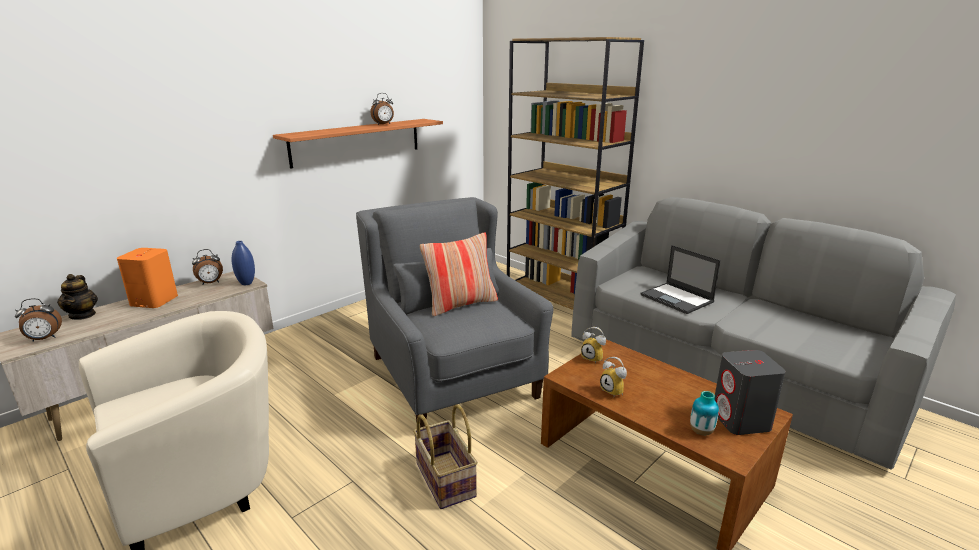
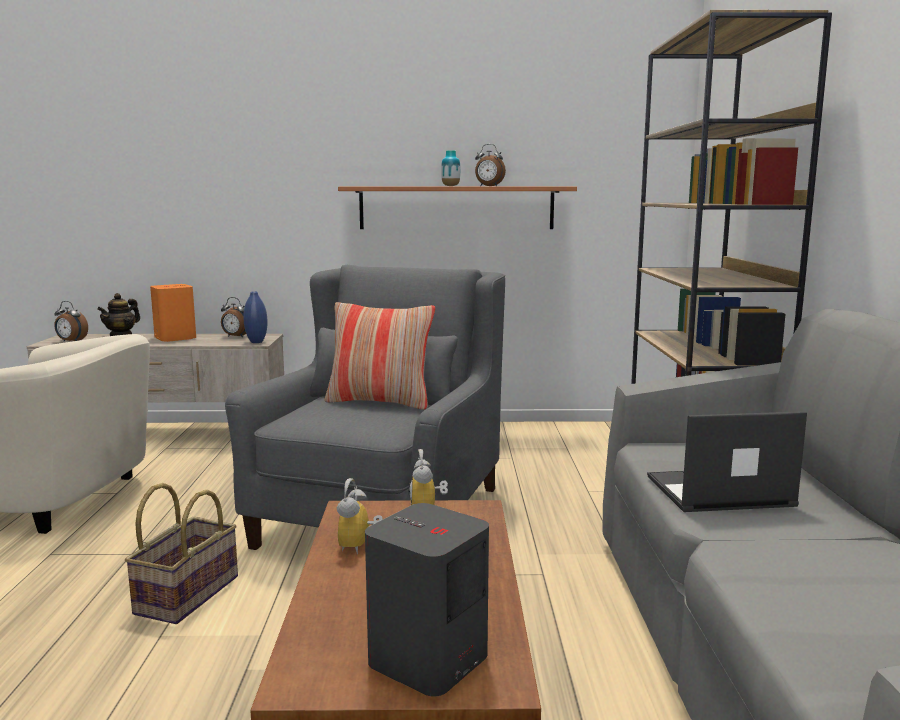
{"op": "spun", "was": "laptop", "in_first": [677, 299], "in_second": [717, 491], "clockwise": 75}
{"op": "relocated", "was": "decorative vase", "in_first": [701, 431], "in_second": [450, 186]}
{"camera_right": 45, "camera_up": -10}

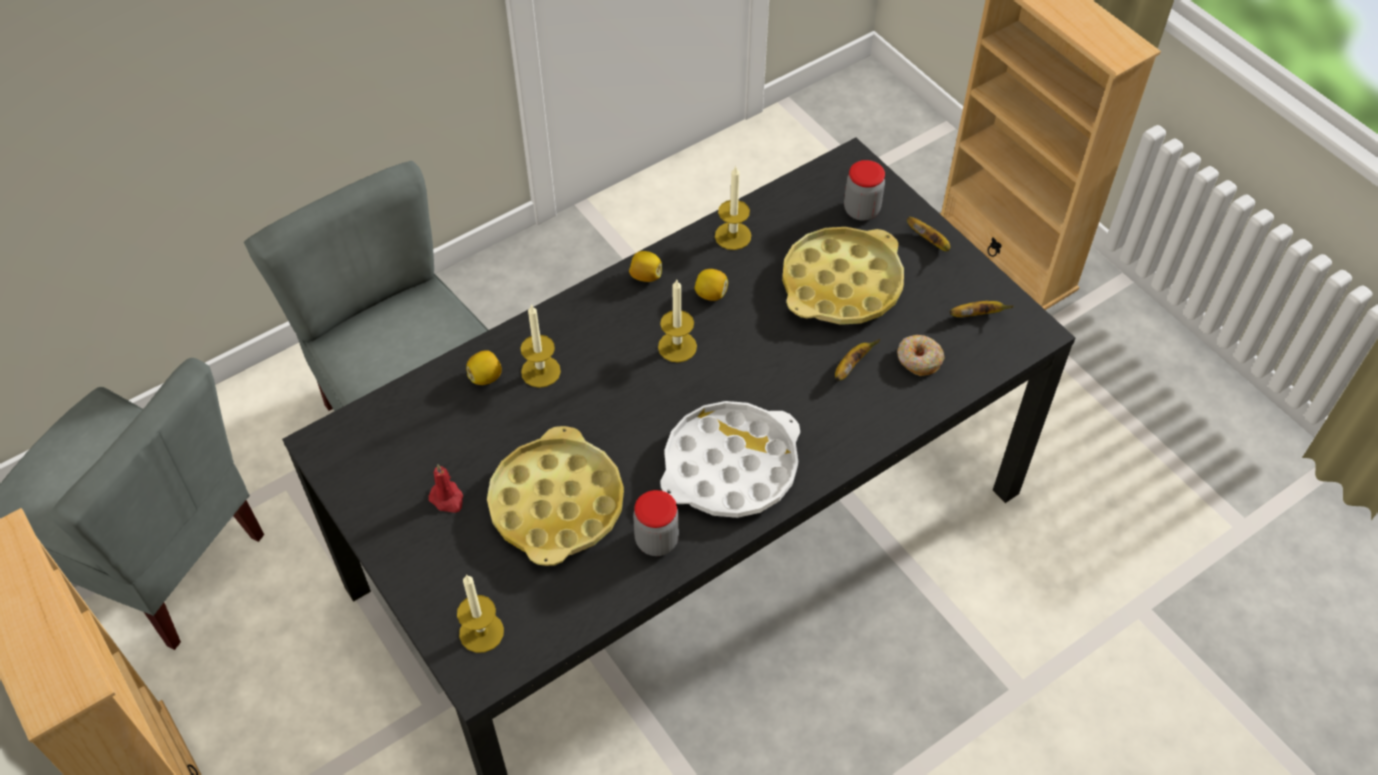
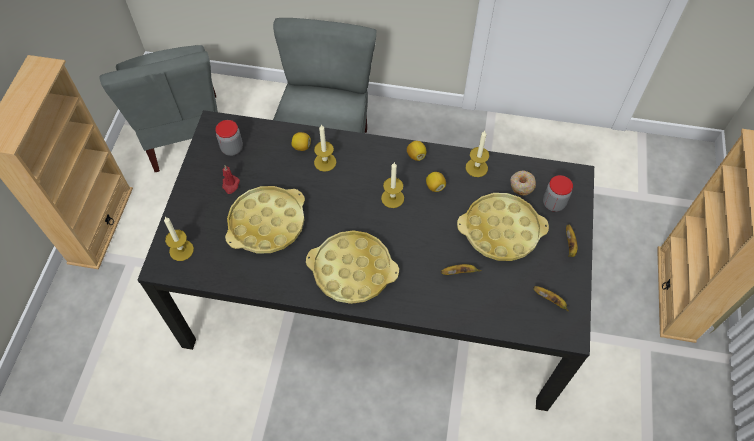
{"op": "relocated", "was": "jar", "in_first": [656, 540], "in_second": [232, 148]}
{"op": "colour", "was": "tray/white-coloured", "now": "tray/yellowish", "in_first": [730, 466], "in_second": [352, 270]}
{"op": "relocated", "was": "donut", "in_first": [918, 360], "in_second": [521, 185]}
{"camera_right": 45, "camera_up": 5}

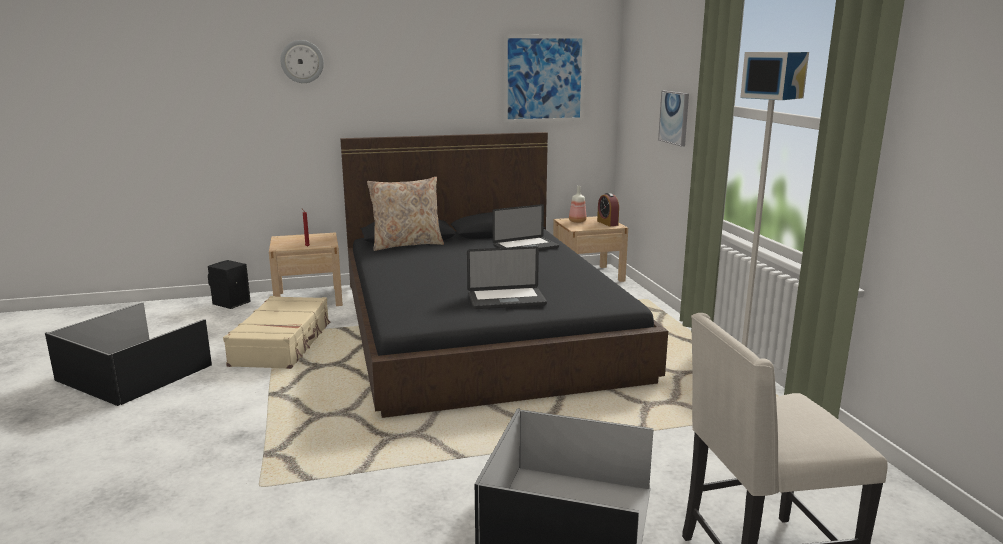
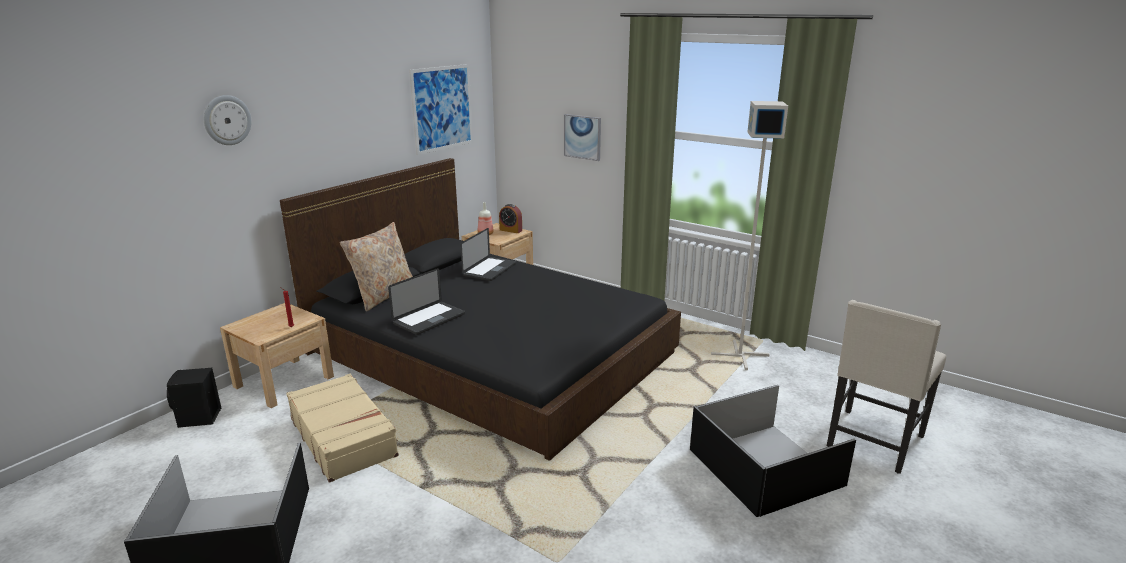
{"op": "relocated", "was": "laptop", "in_first": [506, 300], "in_second": [429, 319]}
{"camera_right": -40, "camera_up": 5}

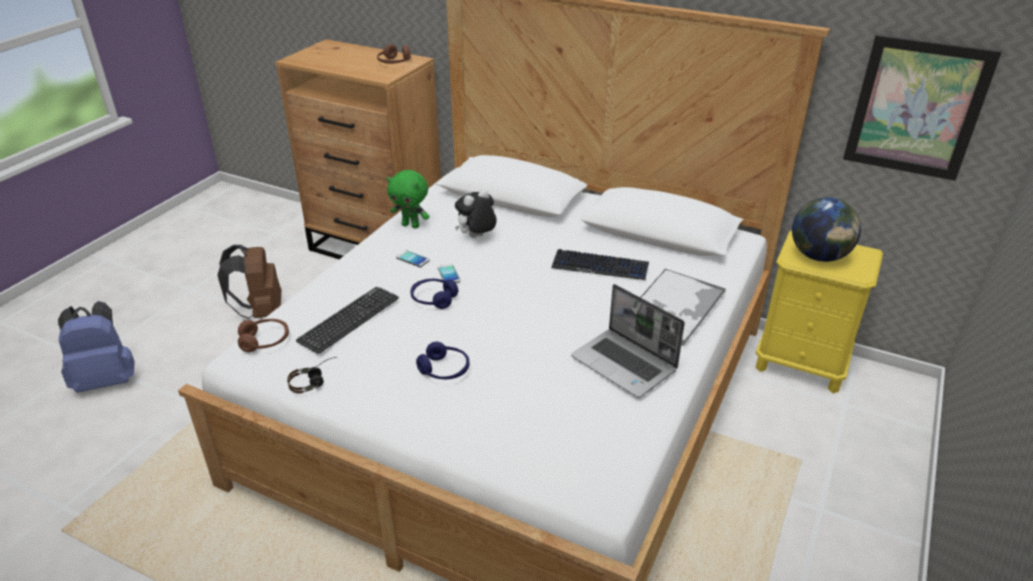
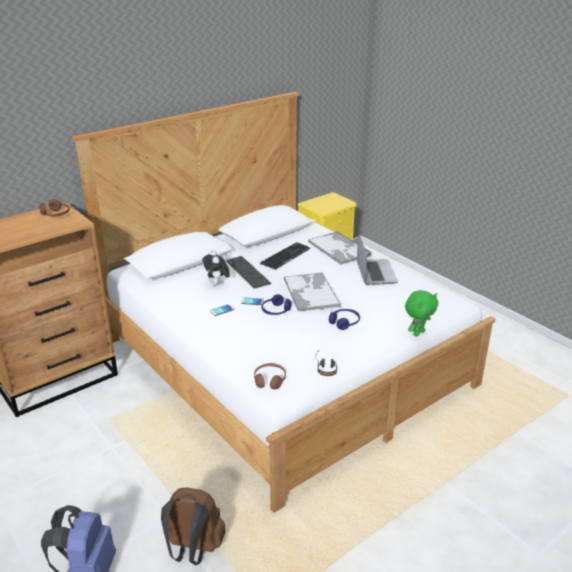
{"op": "relocated", "was": "rucksack/brown", "in_first": [261, 312], "in_second": [193, 550]}
{"op": "relocated", "was": "computer keyboard", "in_first": [349, 319], "in_second": [248, 272]}
{"op": "relocated", "was": "cuddly toy/greenish", "in_first": [411, 225], "in_second": [418, 333]}
{"op": "spun", "was": "laptop", "in_first": [625, 364], "in_second": [375, 273], "clockwise": -75}
{"op": "missing", "was": "world globe", "in_first": [819, 256]}
{"op": "missing", "was": "wall picture", "in_first": [916, 108]}
{"op": "appeared", "now": "tray", "in_second": [310, 292]}
{"camera_right": -65, "camera_up": -5}

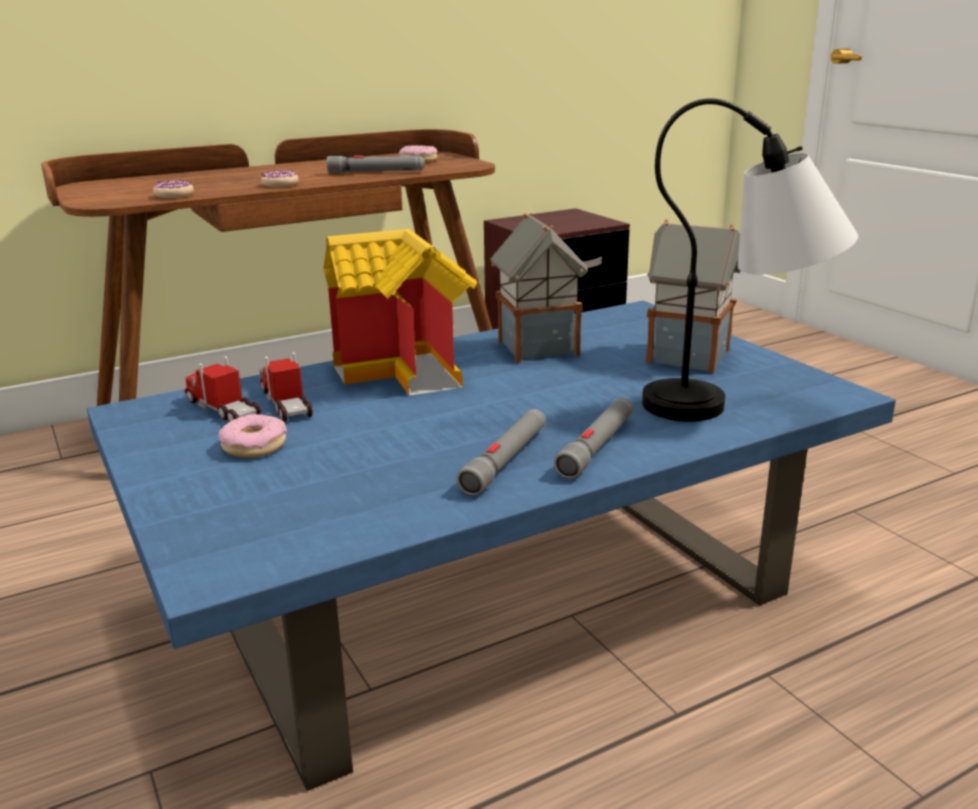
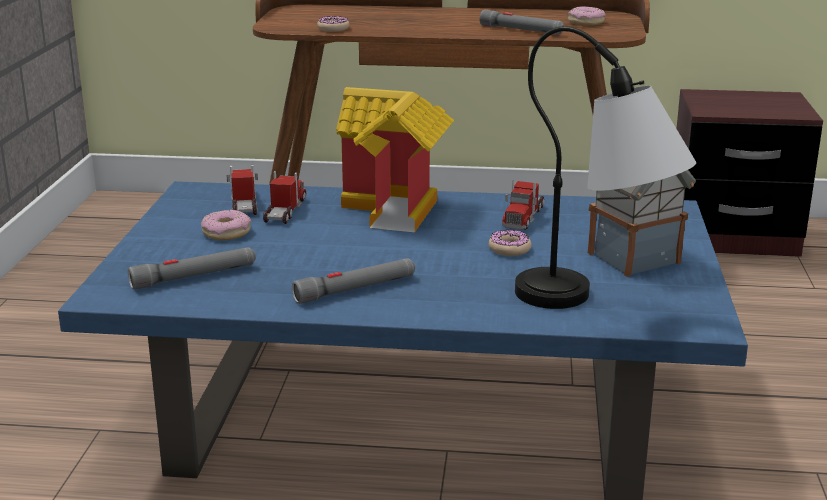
{"op": "relocated", "was": "donut", "in_first": [280, 184], "in_second": [509, 249]}
{"op": "exchanged", "was": "miniature house", "now": "toy truck", "in_first": [537, 347], "in_second": [523, 217]}
{"op": "relocated", "was": "flashlight/grey", "in_first": [597, 446], "in_second": [194, 276]}
{"camera_right": 35, "camera_up": 0}

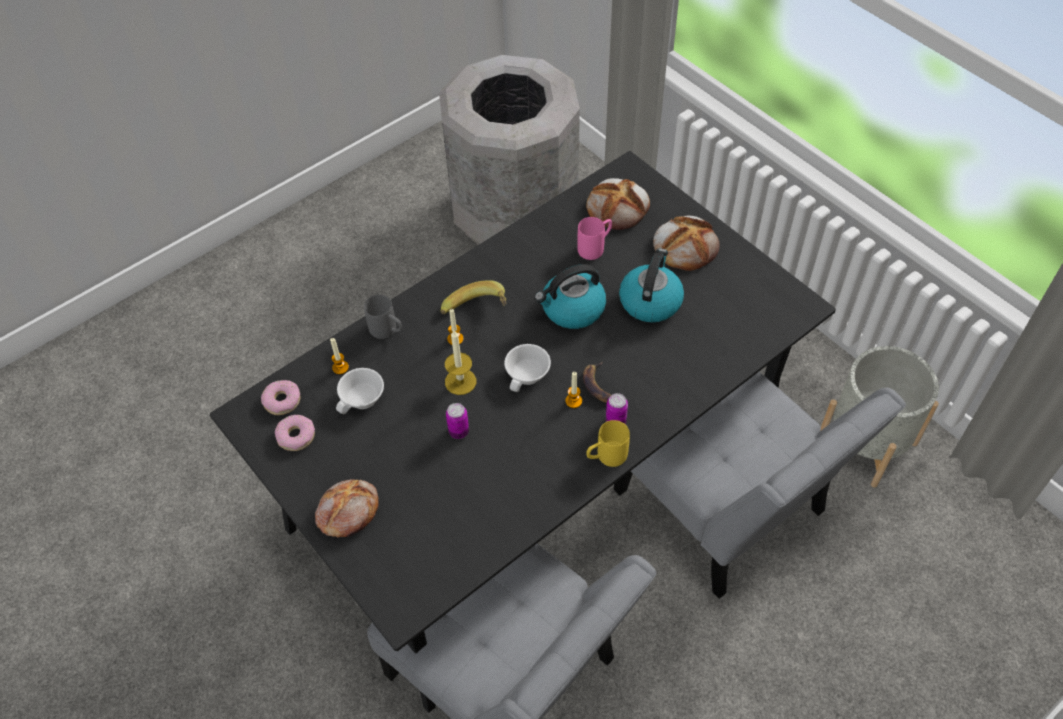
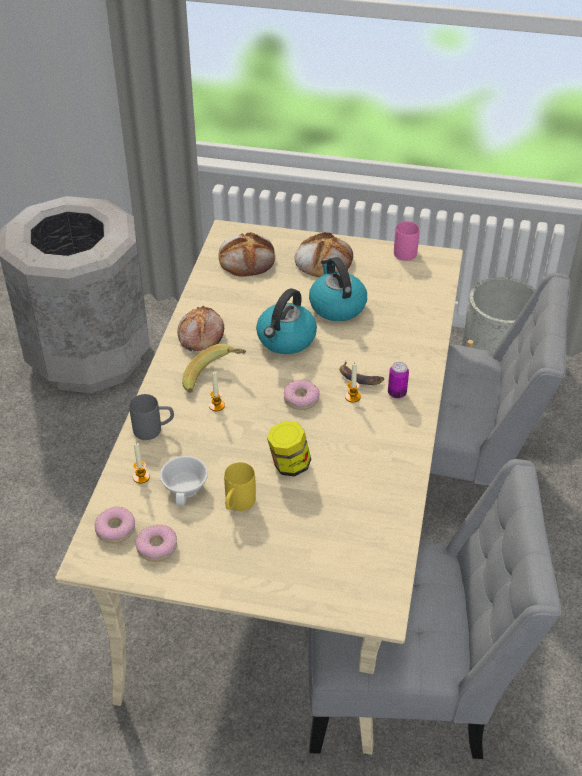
{"op": "colour", "was": "dining table/black-coloured", "now": "dining table/beige", "in_first": [536, 481], "in_second": [292, 533]}
{"op": "relocated", "was": "baked bread", "in_first": [347, 512], "in_second": [200, 336]}
{"op": "missing", "was": "wax light", "in_first": [460, 381]}
{"op": "exchanged", "was": "sealed can", "now": "jar", "in_first": [459, 431], "in_second": [289, 465]}
{"op": "exchanged", "was": "cup/white-coloured", "now": "donut", "in_first": [528, 375], "in_second": [301, 399]}
{"op": "relocated", "was": "coffee mug/pink-coloured", "in_first": [595, 247], "in_second": [406, 250]}
{"op": "relocated", "was": "coffee mug/yellowish", "in_first": [606, 457], "in_second": [237, 505]}
{"camera_right": -40, "camera_up": -10}

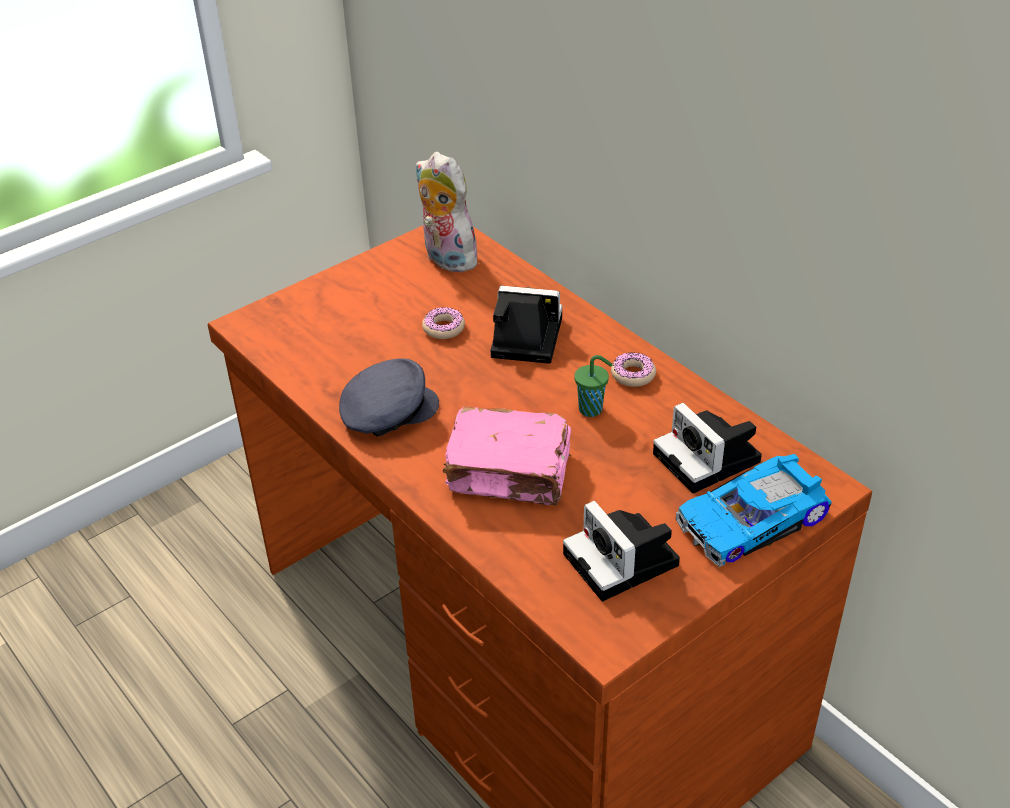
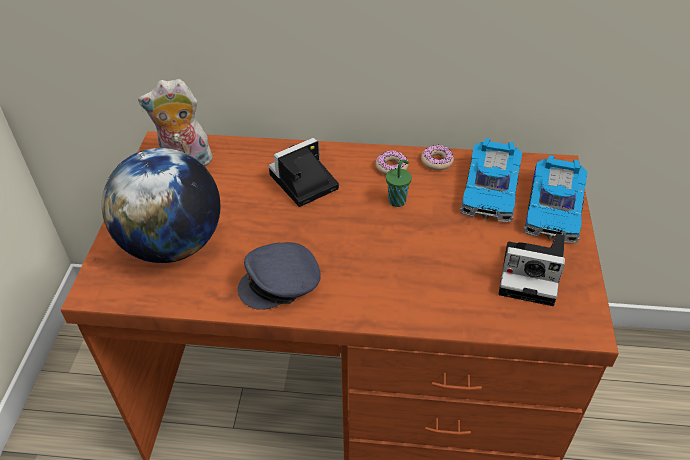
{"op": "spun", "was": "cap/grey", "in_first": [387, 412], "in_second": [281, 283], "clockwise": -135}
{"op": "relocated", "was": "donut", "in_first": [443, 328], "in_second": [437, 161]}
{"op": "missing", "was": "bound book/pink-coloured", "in_first": [510, 473]}
{"op": "exchanged", "was": "still camera", "now": "miniature car", "in_first": [710, 460], "in_second": [492, 188]}
{"op": "appeared", "now": "world globe", "in_second": [173, 244]}
{"camera_right": -45, "camera_up": 5}

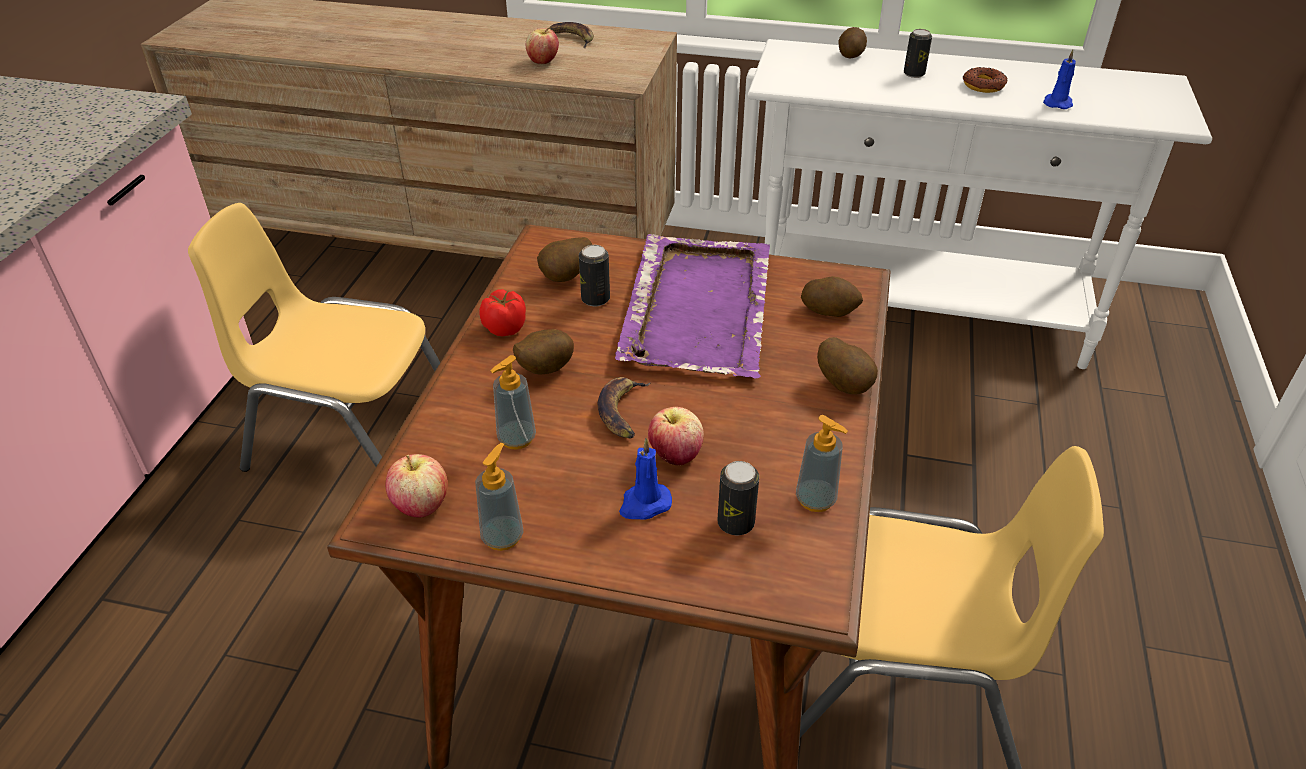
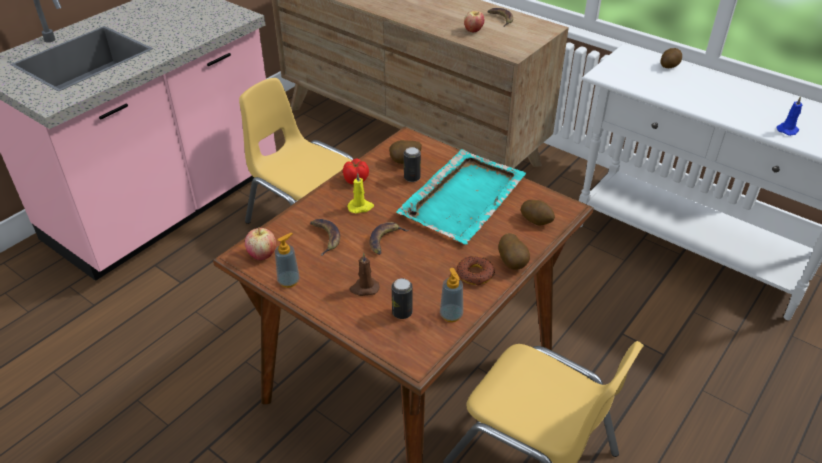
{"op": "exchanged", "was": "liquid soap bottle", "now": "banana", "in_first": [516, 438], "in_second": [325, 237]}
{"op": "exchanged", "was": "potato", "now": "wax light/yellowish", "in_first": [543, 369], "in_second": [360, 207]}
{"op": "colour", "was": "tray/purplish", "now": "tray/blue-green", "in_first": [698, 307], "in_second": [464, 197]}
{"op": "colour", "was": "wax light/blue-coloured", "now": "wax light/brown", "in_first": [644, 504], "in_second": [364, 288]}
{"op": "missing", "was": "apple", "in_first": [675, 455]}
{"op": "missing", "was": "sealed can", "in_first": [914, 74]}
{"op": "relocated", "was": "donut", "in_first": [983, 85], "in_second": [475, 274]}
{"camera_right": 25, "camera_up": 0}

